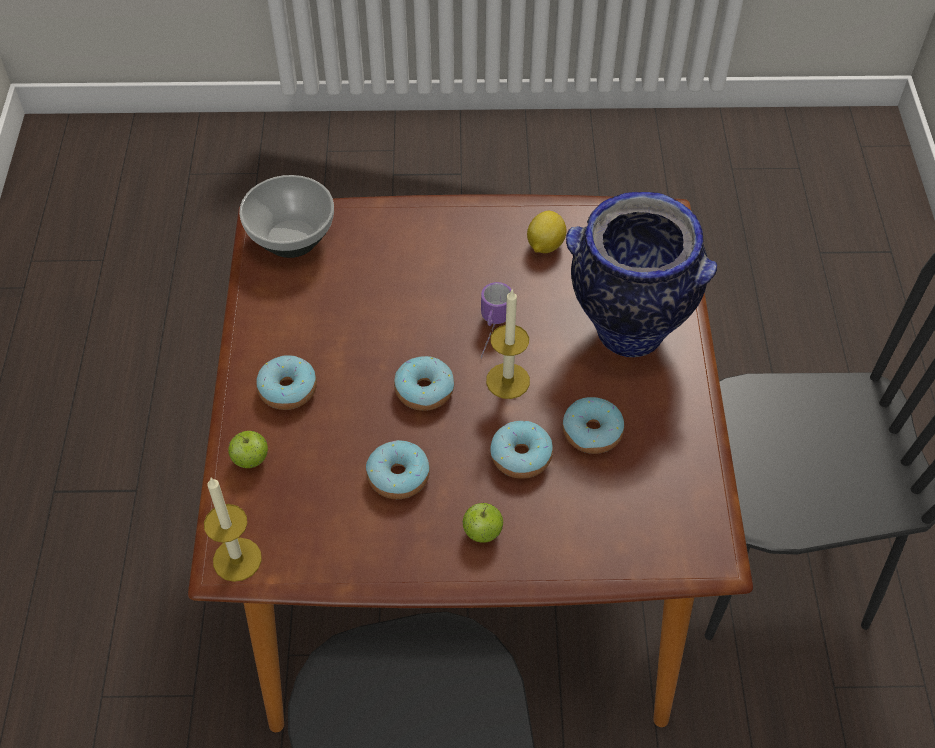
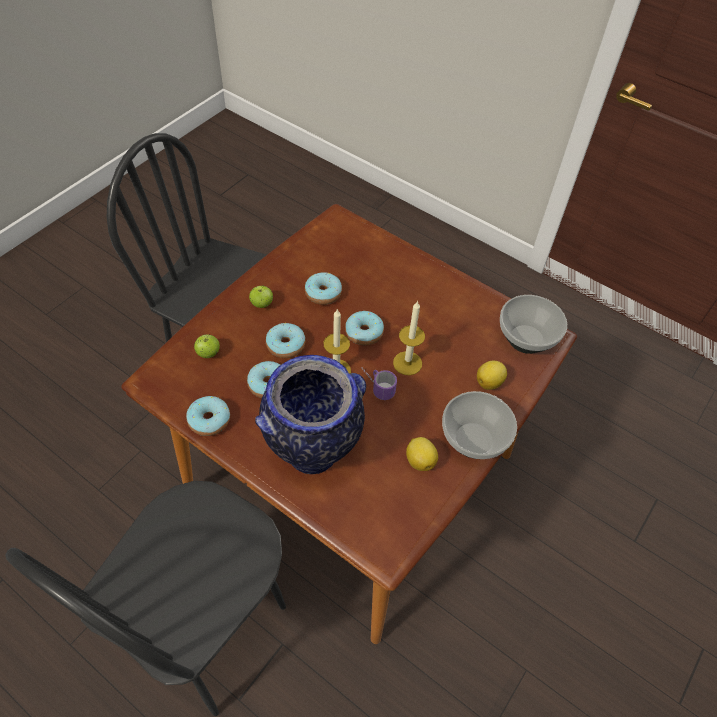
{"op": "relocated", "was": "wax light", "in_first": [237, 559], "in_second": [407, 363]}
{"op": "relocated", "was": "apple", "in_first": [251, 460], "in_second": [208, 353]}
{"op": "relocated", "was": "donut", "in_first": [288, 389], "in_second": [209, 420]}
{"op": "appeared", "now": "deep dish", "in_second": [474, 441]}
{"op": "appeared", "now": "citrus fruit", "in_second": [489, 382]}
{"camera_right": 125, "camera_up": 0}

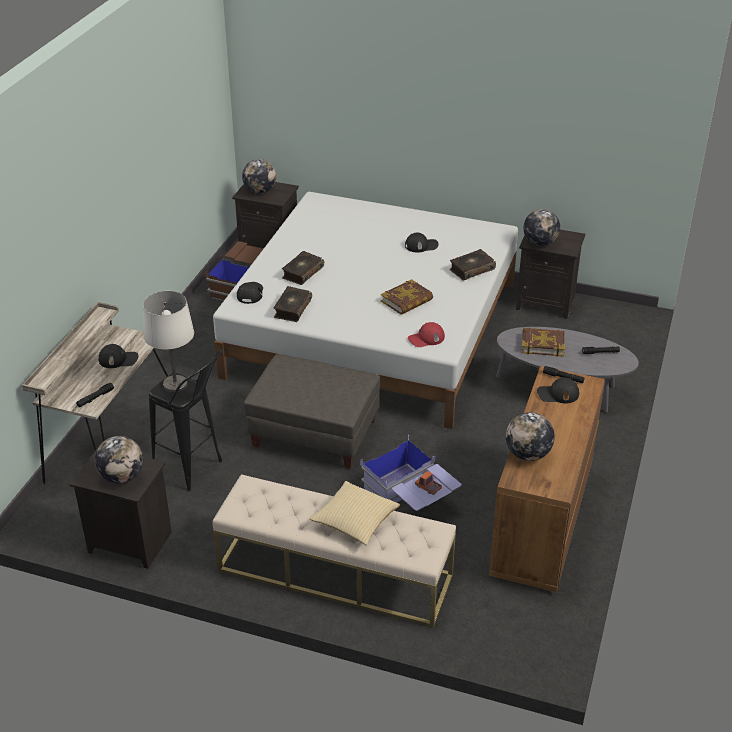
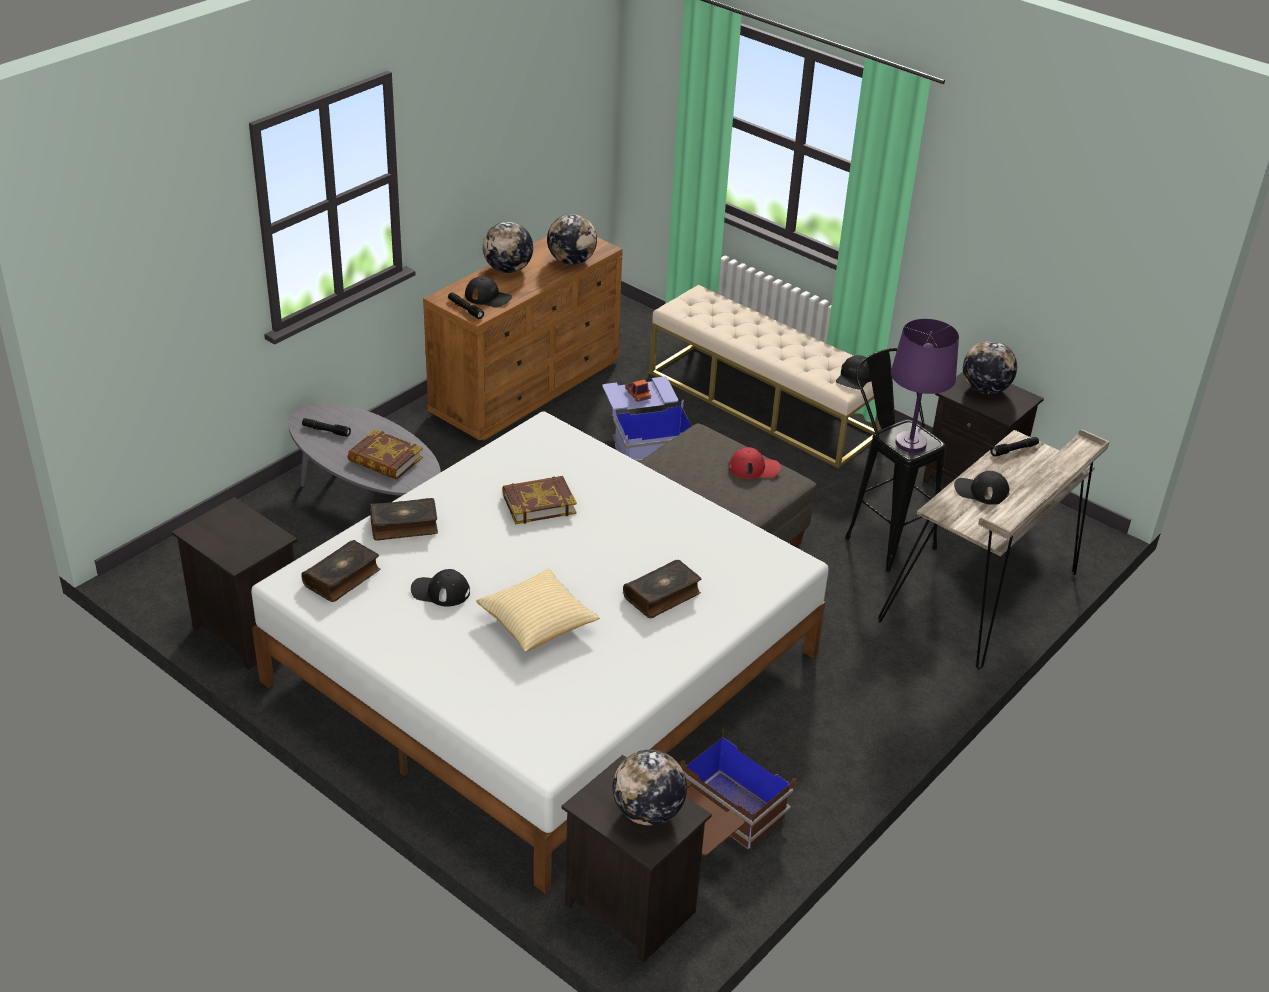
{"op": "colour", "was": "tabletop lamp/white-coloured", "now": "tabletop lamp/purplish", "in_first": [175, 384], "in_second": [910, 444]}
{"op": "relocated", "was": "cap/black-coloured", "in_first": [250, 293], "in_second": [854, 377]}
{"op": "relocated", "was": "bound book", "in_first": [292, 309], "in_second": [343, 578]}
{"op": "relocated", "was": "pillow", "in_first": [355, 521], "in_second": [537, 623]}
{"op": "relocated", "was": "cap/red-coloured", "in_first": [426, 338], "in_second": [754, 468]}
{"op": "relocated", "was": "world globe", "in_first": [540, 243], "in_second": [508, 269]}
{"camera_right": -160, "camera_up": 0}

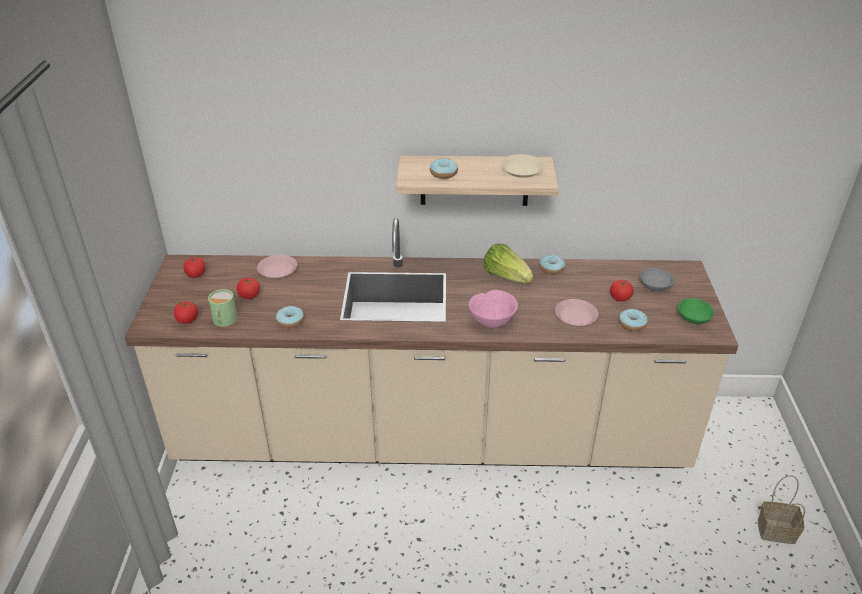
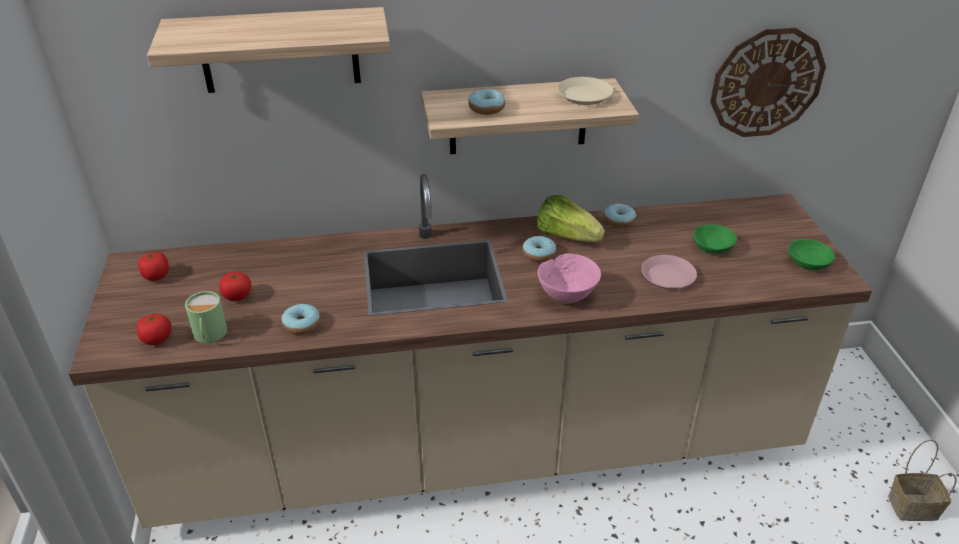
{"op": "missing", "was": "dinner plate/pink-coloured", "in_first": [278, 270]}
{"op": "exchanged", "was": "tomato", "now": "deep dish/greenish", "in_first": [620, 298], "in_second": [713, 248]}
{"op": "relocated", "was": "donut", "in_first": [632, 324], "in_second": [538, 254]}
{"op": "missing", "was": "deep dish/grey", "in_first": [656, 285]}
{"op": "appeared", "now": "bracket shelf", "in_second": [279, 50]}
{"op": "appeared", "now": "wall clock", "in_second": [766, 83]}
{"camera_right": -10, "camera_up": 0}

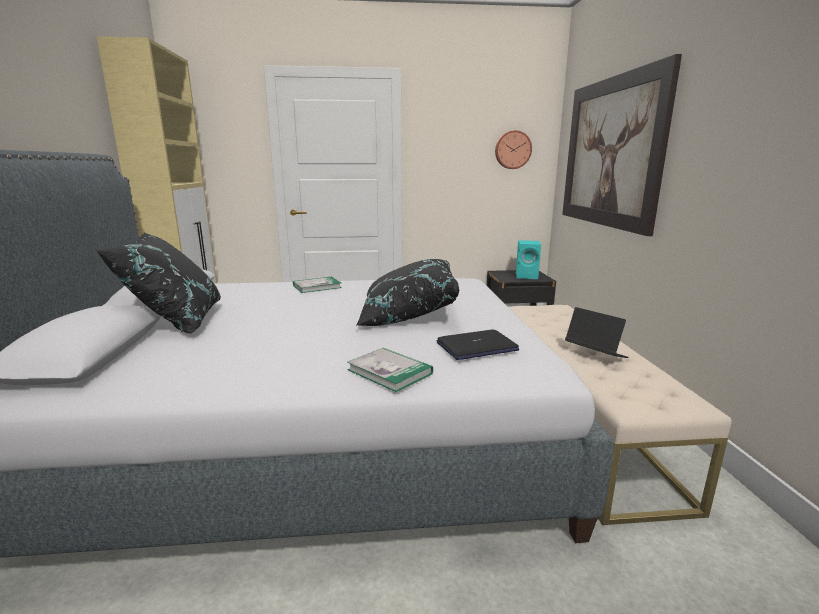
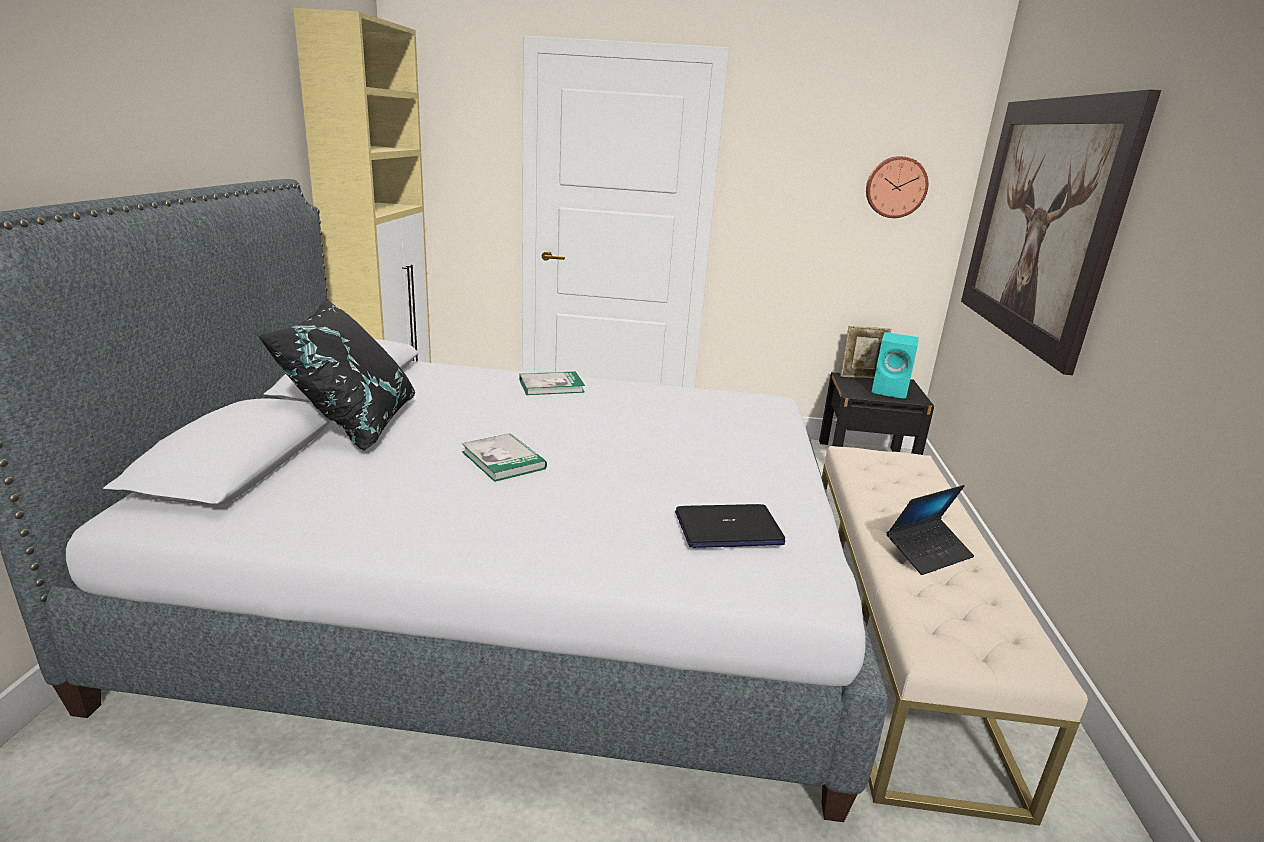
{"op": "relocated", "was": "bound book", "in_first": [389, 372], "in_second": [503, 460]}
{"op": "missing", "was": "pillow/black-coloured", "in_first": [407, 315]}
{"op": "spun", "was": "laptop", "in_first": [595, 354], "in_second": [928, 553], "clockwise": 90}
{"op": "appeared", "now": "standing frame", "in_second": [861, 377]}
{"camera_right": 10, "camera_up": 5}

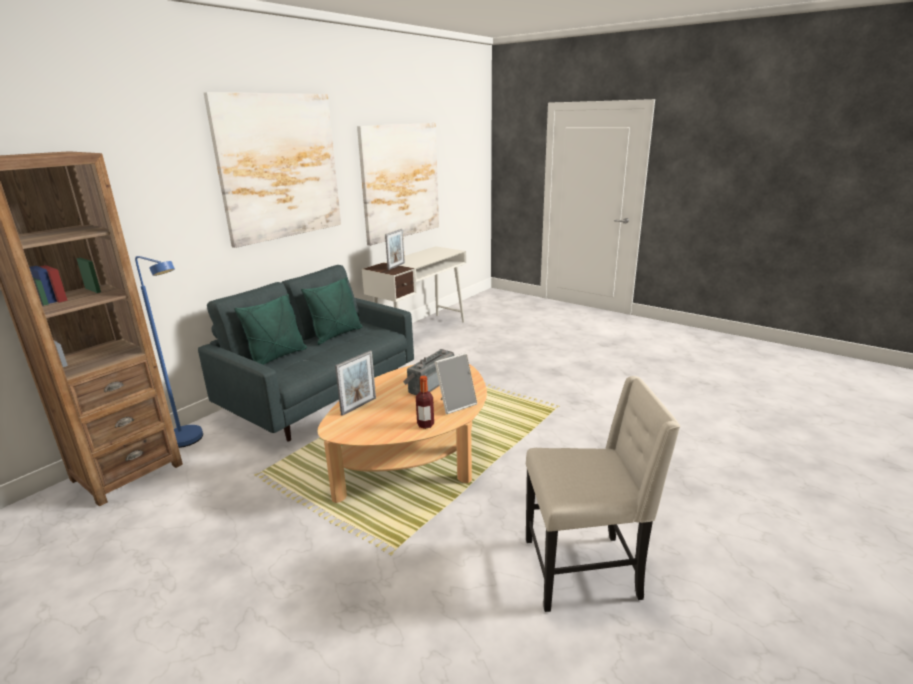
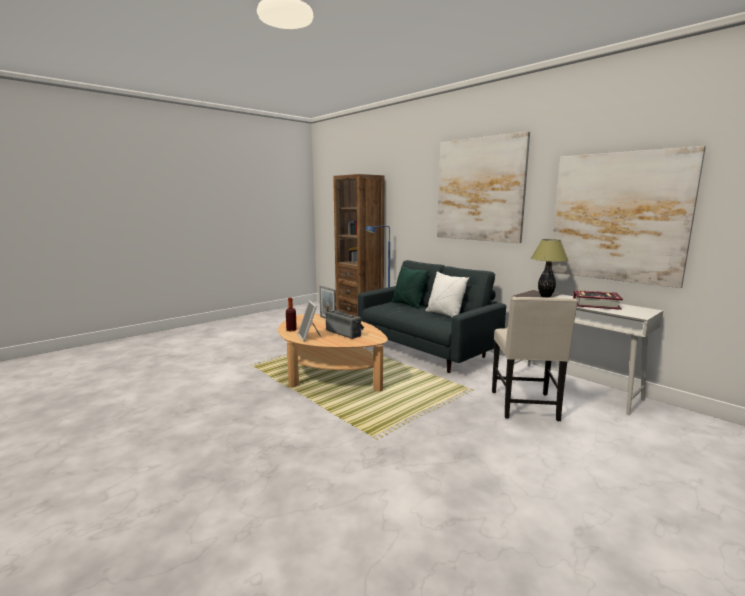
{"op": "colour", "was": "pillow/greenish", "now": "pillow/white-coloured", "in_first": [336, 335], "in_second": [444, 314]}
{"op": "exchanged", "was": "standing frame", "now": "tabletop lamp", "in_first": [396, 266], "in_second": [545, 296]}
{"op": "relocated", "was": "plain chair/beige", "in_first": [584, 569], "in_second": [526, 406]}
{"op": "appeared", "now": "bound book", "in_second": [595, 304]}
{"camera_right": 100, "camera_up": -10}

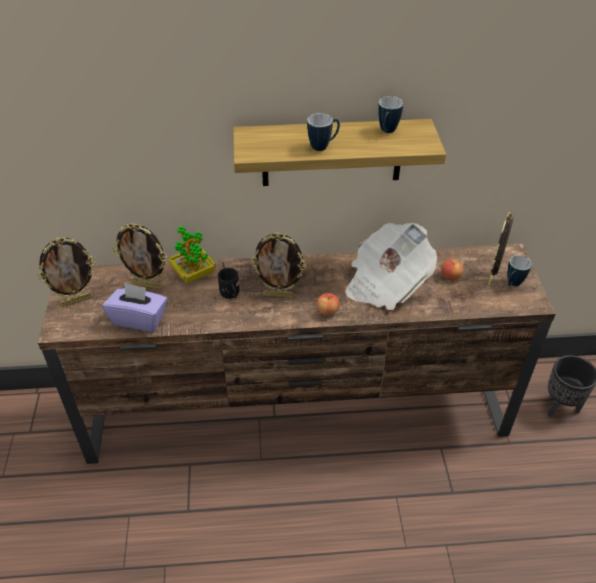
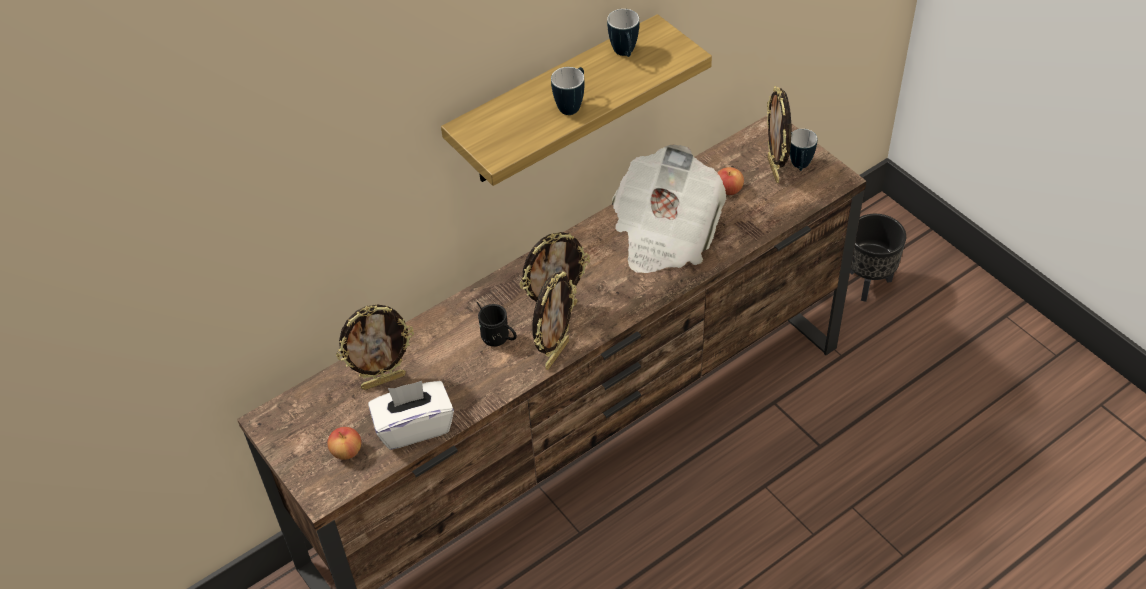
{"op": "relocated", "was": "standing frame", "in_first": [77, 300], "in_second": [556, 354]}
{"op": "colour", "was": "tissue box/purplish", "now": "tissue box/white-coloured", "in_first": [139, 319], "in_second": [414, 426]}
{"op": "missing", "was": "houseplant", "in_first": [194, 274]}
{"op": "relocated", "was": "apple", "in_first": [327, 311], "in_second": [347, 451]}
{"camera_right": -30, "camera_up": 5}

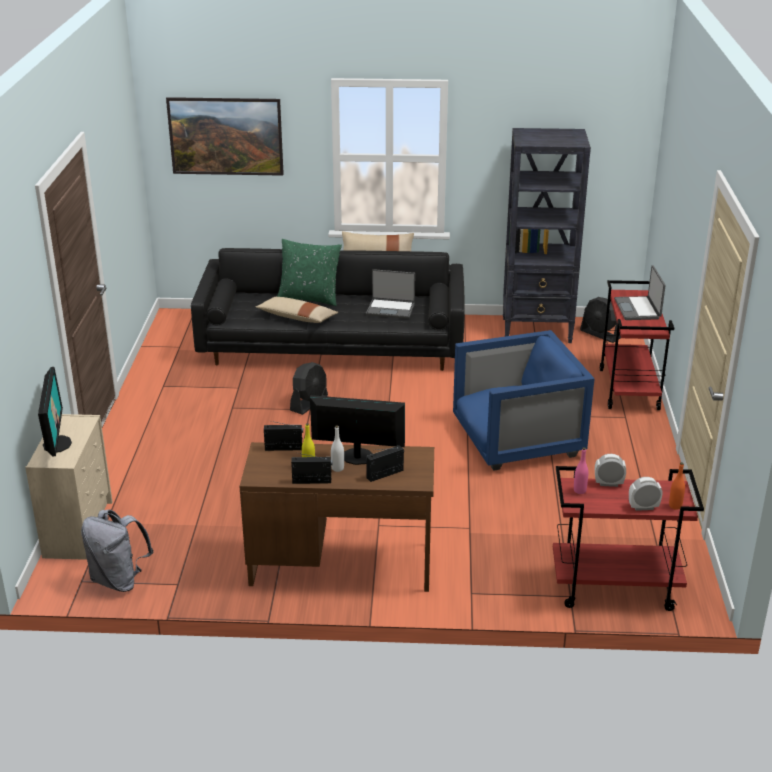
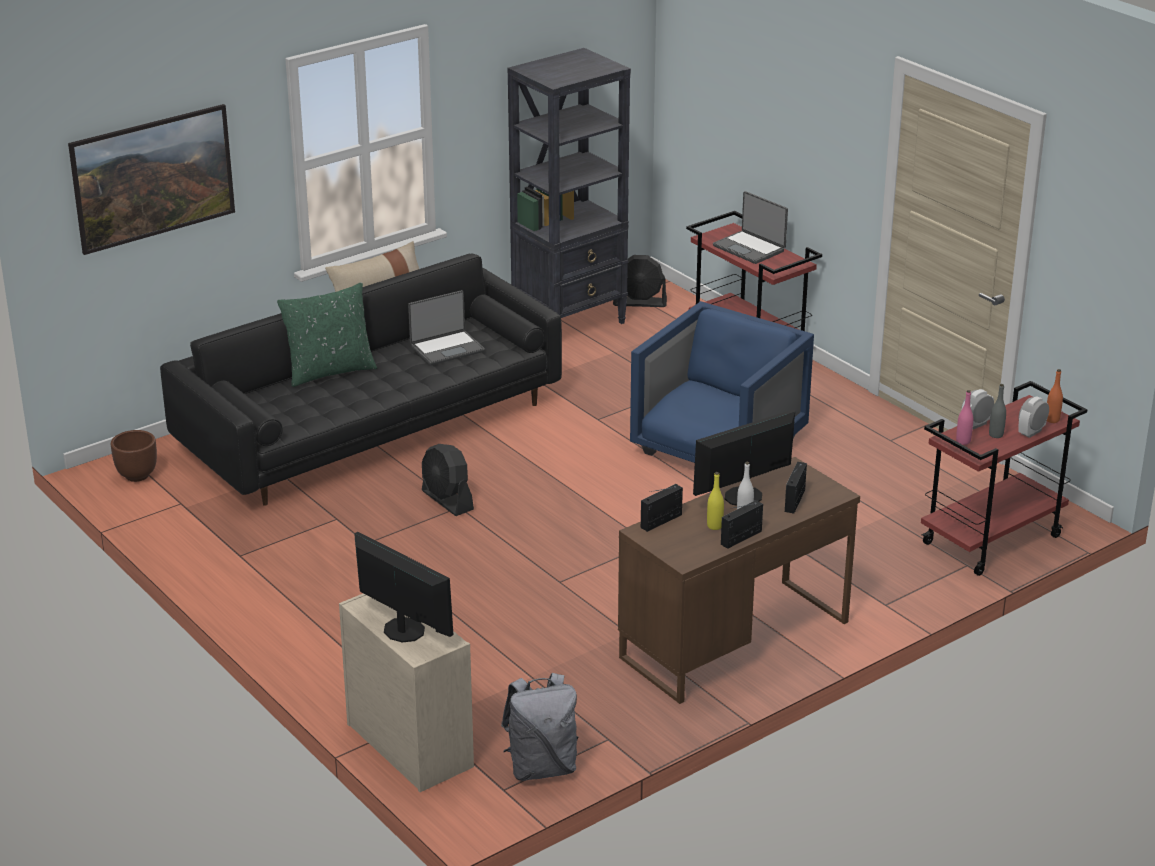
{"op": "missing", "was": "pillow/beige", "in_first": [297, 317]}
{"op": "spun", "was": "cooling fan/black-coloured", "in_first": [309, 403], "in_second": [447, 500], "clockwise": 150}
{"op": "appeared", "now": "flower pot/brown", "in_second": [137, 475]}
{"op": "appeared", "now": "drink bottle/grey", "in_second": [996, 435]}
{"camera_right": -40, "camera_up": 0}

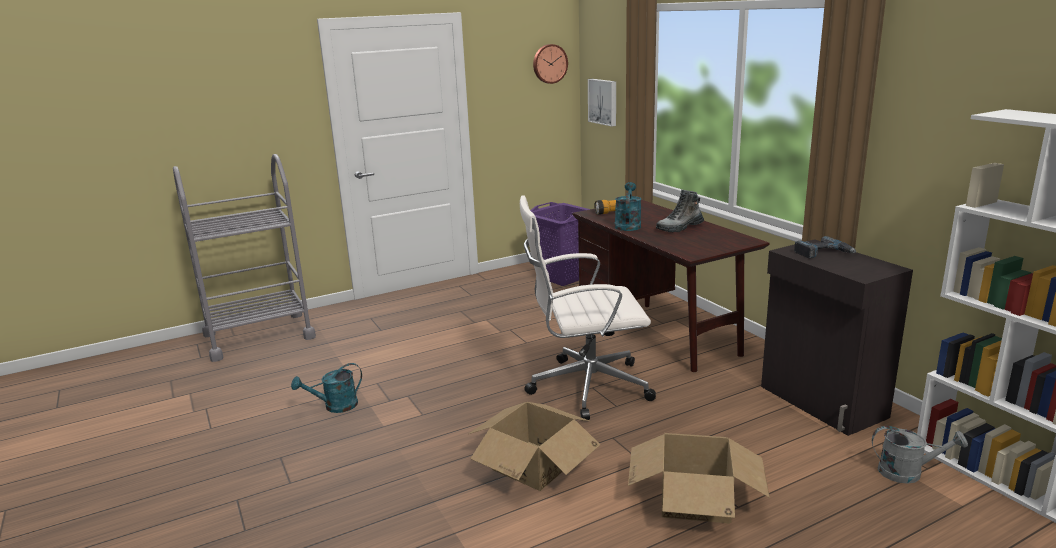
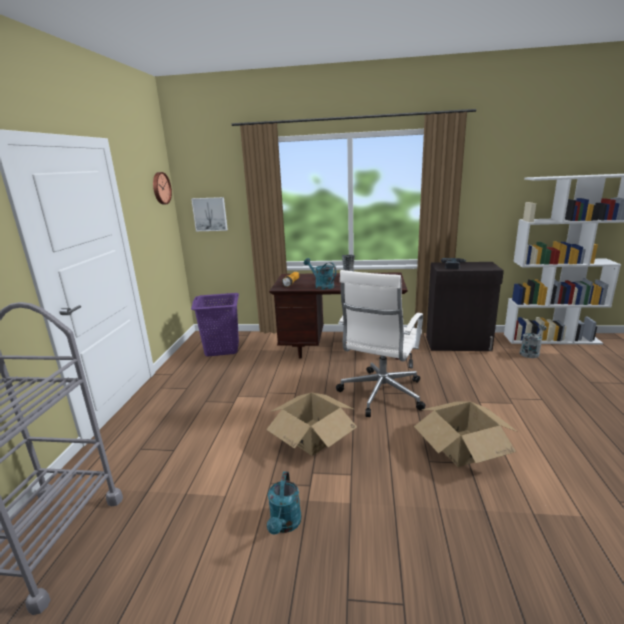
{"op": "relocated", "was": "packing box", "in_first": [695, 499], "in_second": [313, 436]}
{"camera_right": -55, "camera_up": 0}

